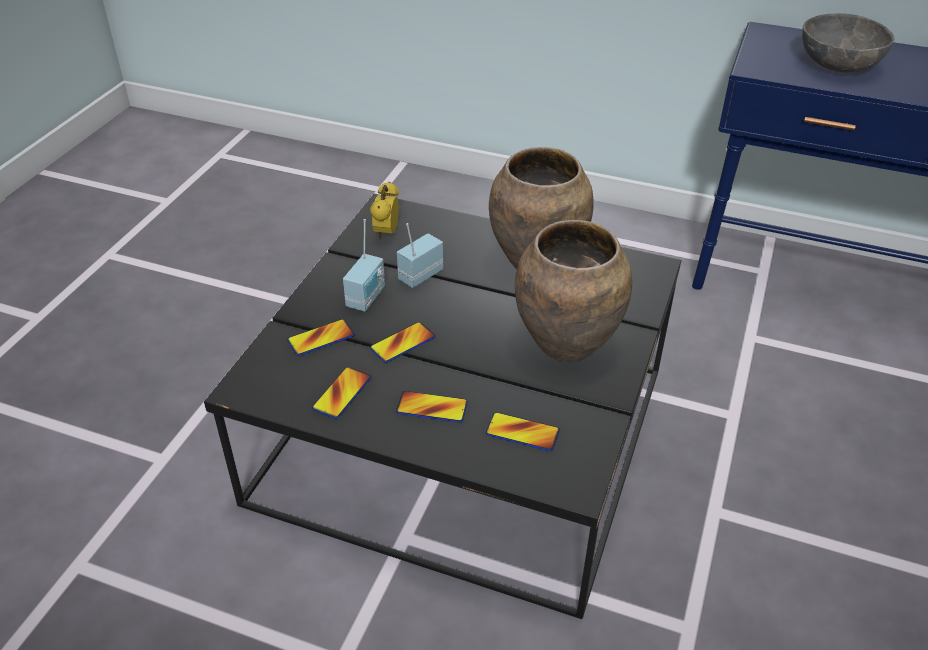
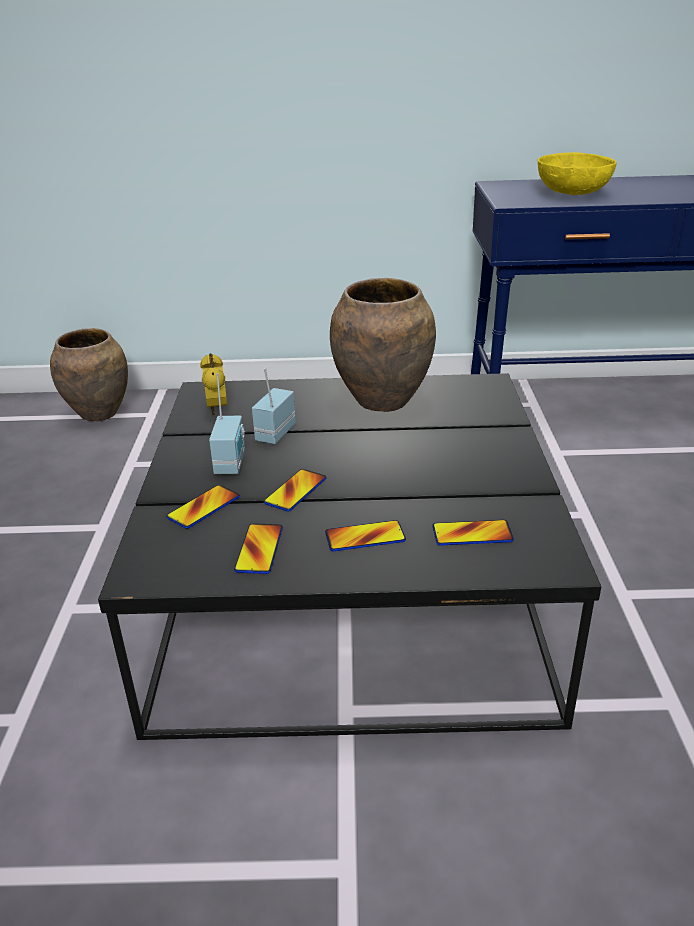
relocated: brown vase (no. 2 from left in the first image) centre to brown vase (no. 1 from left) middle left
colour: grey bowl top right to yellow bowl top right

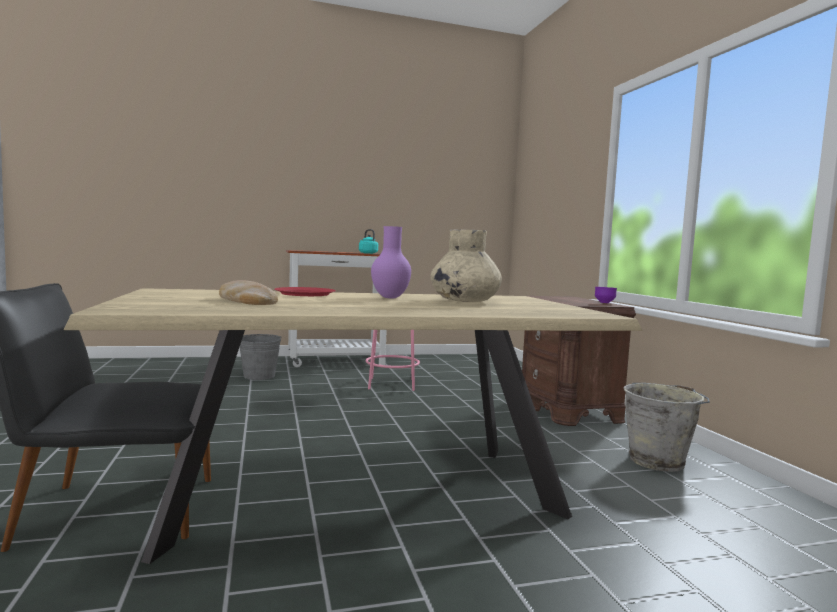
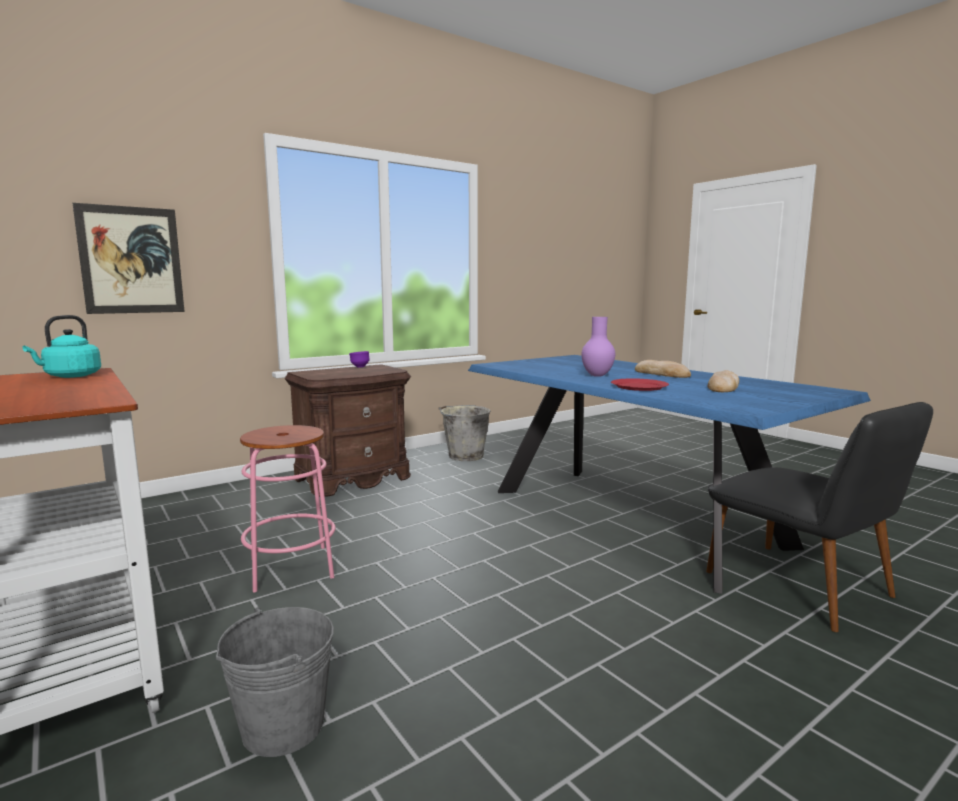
missing: beige vase centre
appeared: picture top left; bread (no. 1 from left) middle right
colour: beige dining table bottom centre to blue dining table middle right

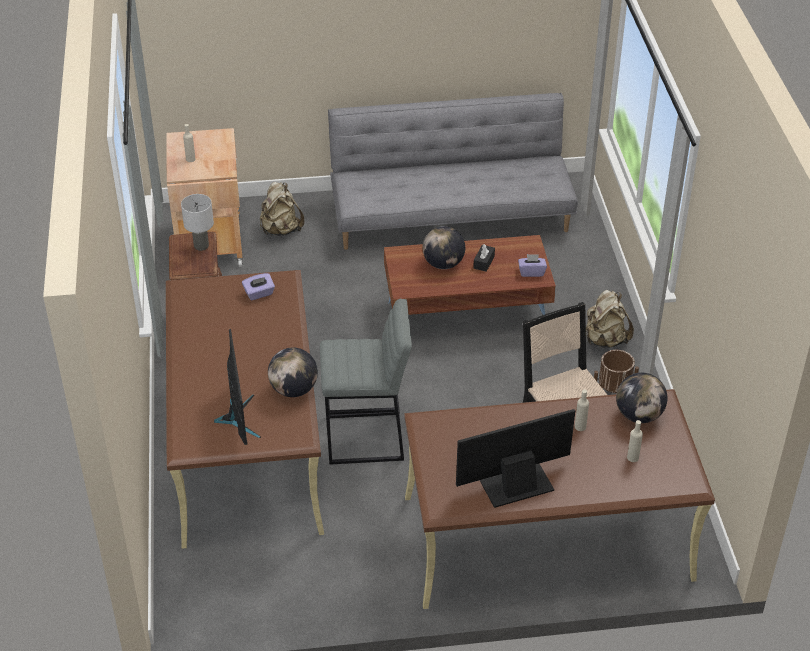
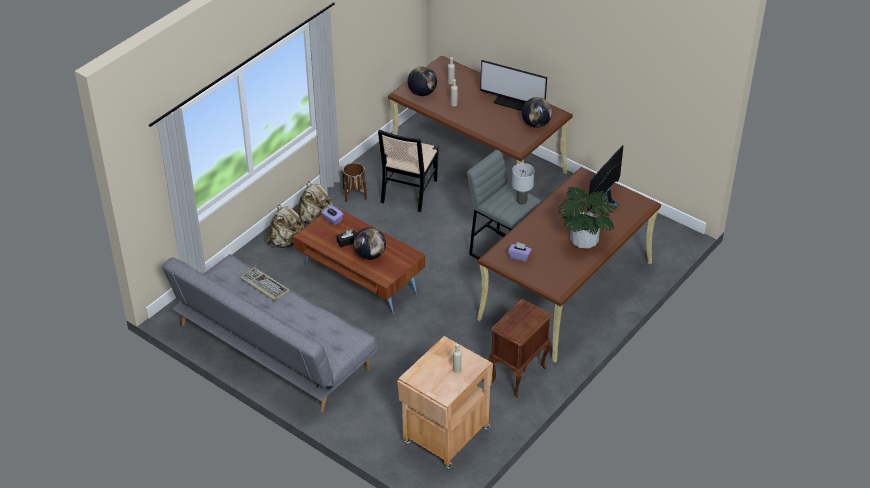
appeared: keyboard middle left; potted plant middle right
relocated: beige backpack (no. 1 from left) top centre to middle left; white table lamp middle left to centre; globe (no. 1 from left in the first image) centre to globe (no. 3 from left) top centre

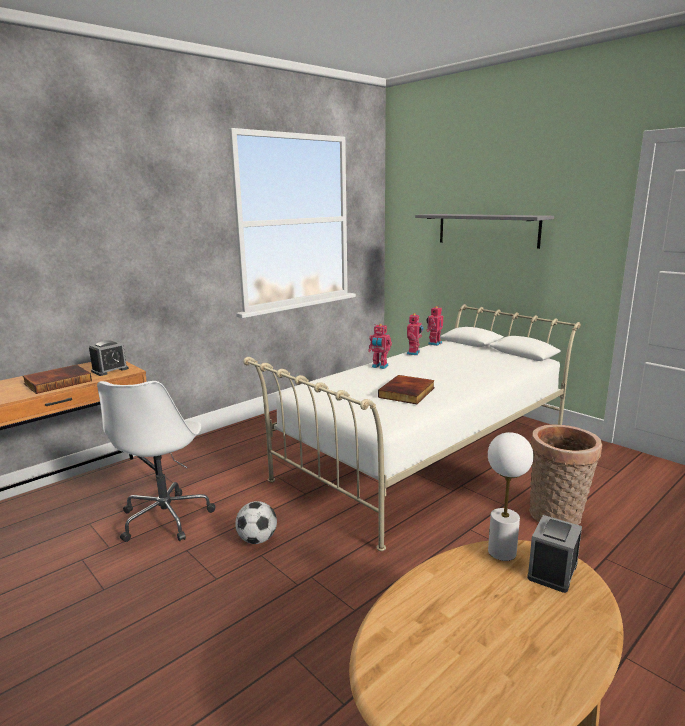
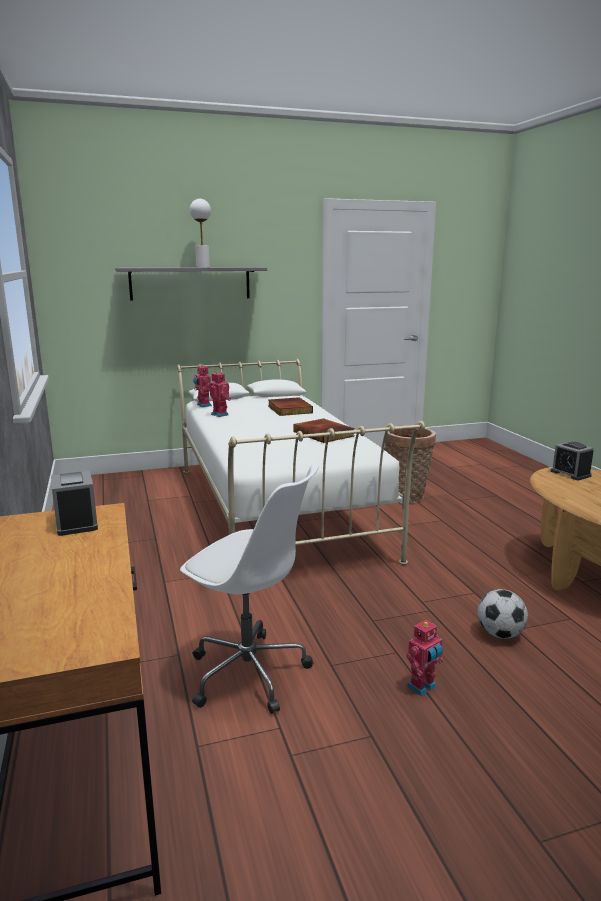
relocated: white table lamp bottom right to top left; book (no. 1 from left) middle left to centre; toy robot (no. 1 from left in the first image) centre to toy robot (no. 3 from left) bottom right; football bottom centre to bottom right

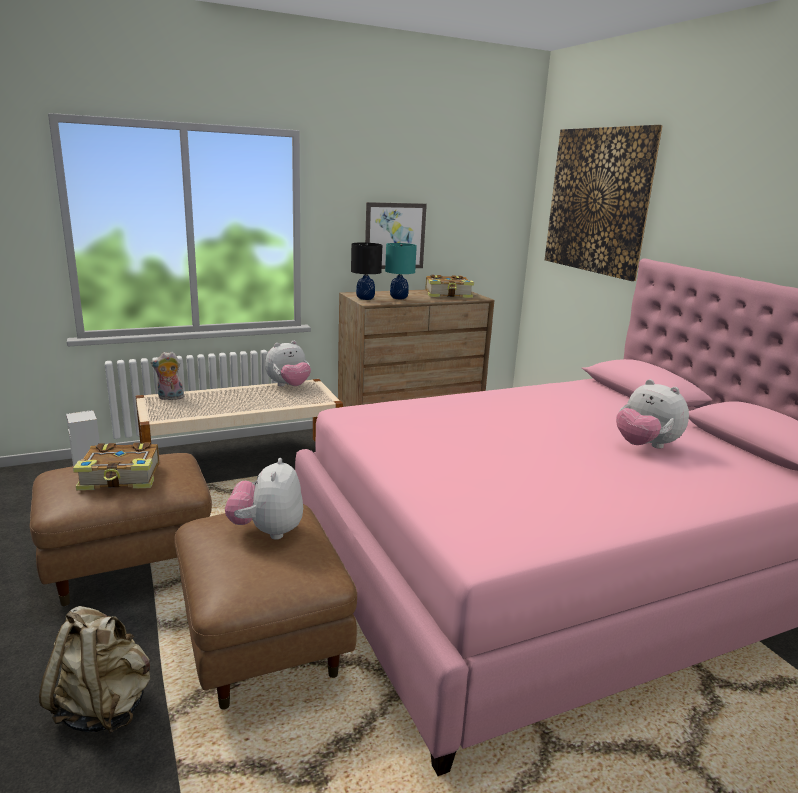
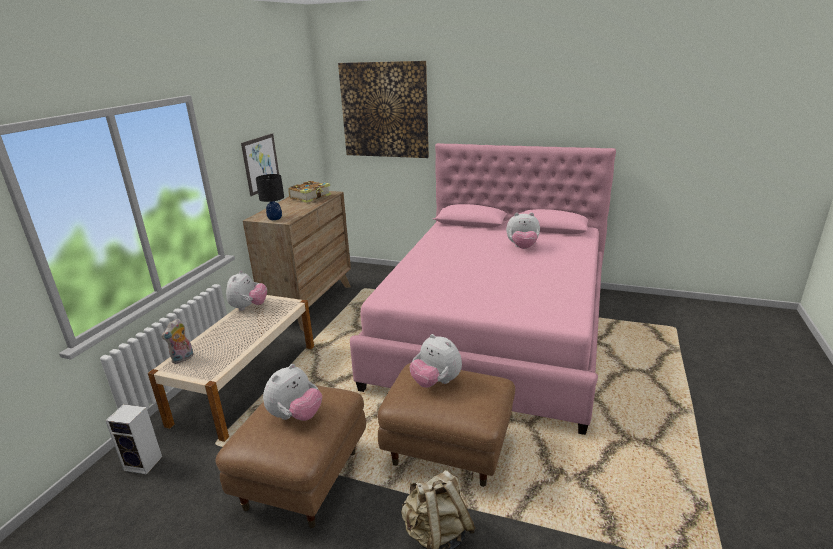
missing: turquoise table lamp centre
exchanged: book (no. 1 from left) middle left to plush toy (no. 3 from left) bottom centre

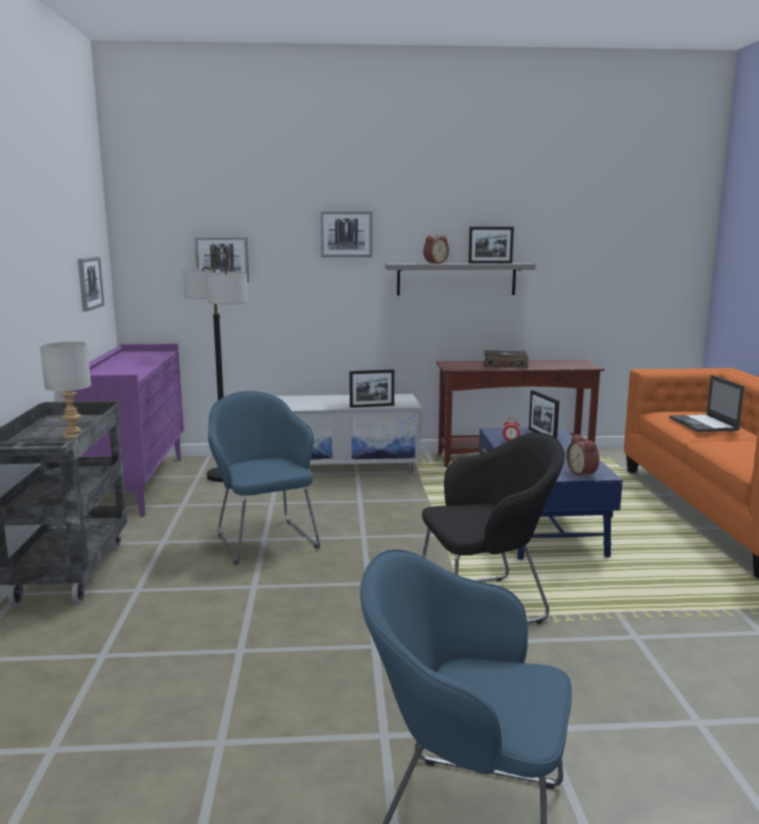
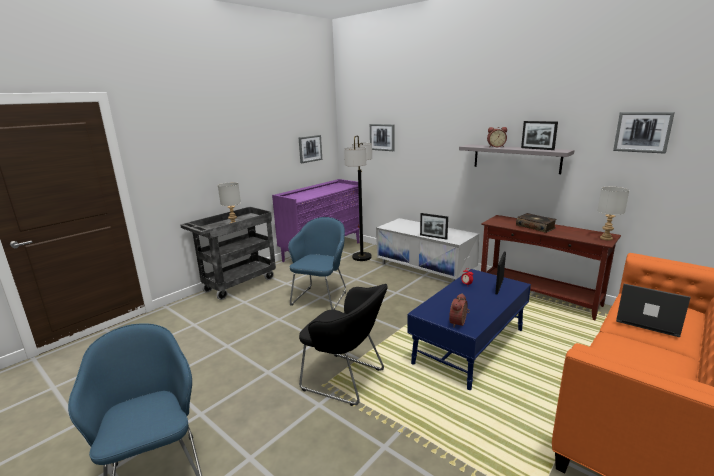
appeared: grey table lamp (no. 2 from left) middle right
relocated: picture (no. 3 from left) top centre to top right
spun: laptop middle right = middle right 90 degrees clockwise

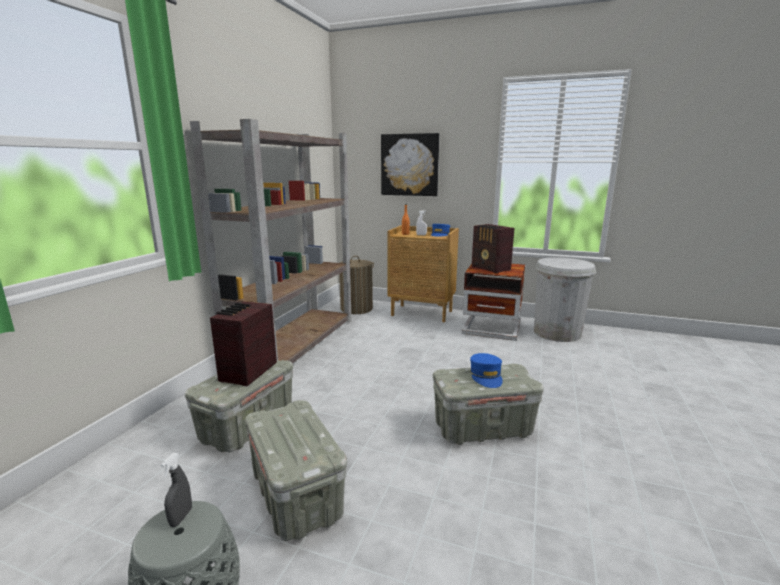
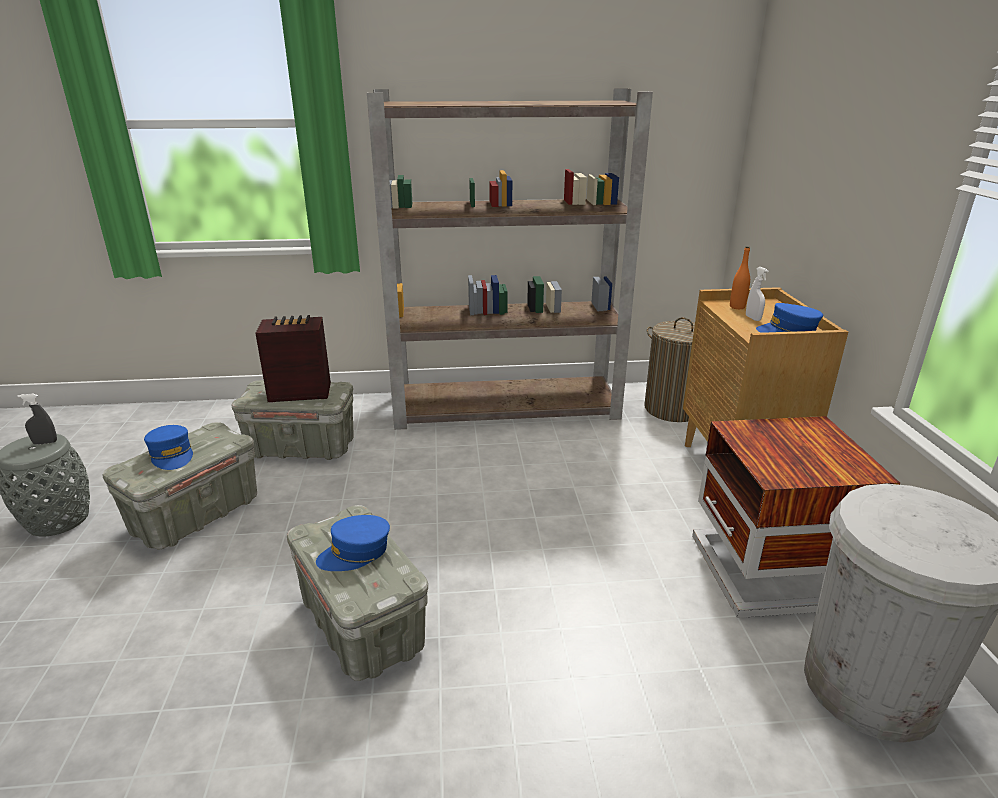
missing: picture top centre; radio (no. 2 from left) centre
appeared: blue cap (no. 1 from left) middle left

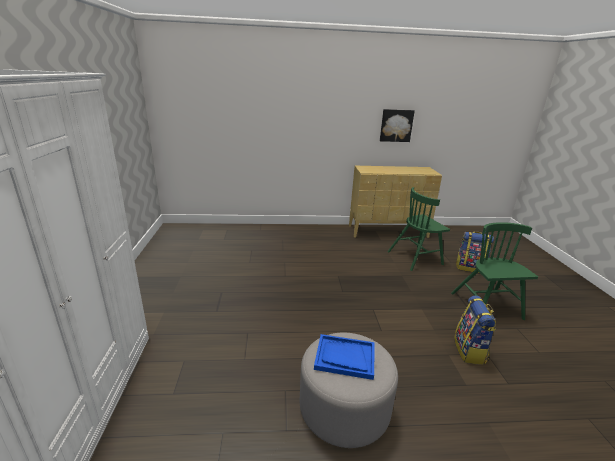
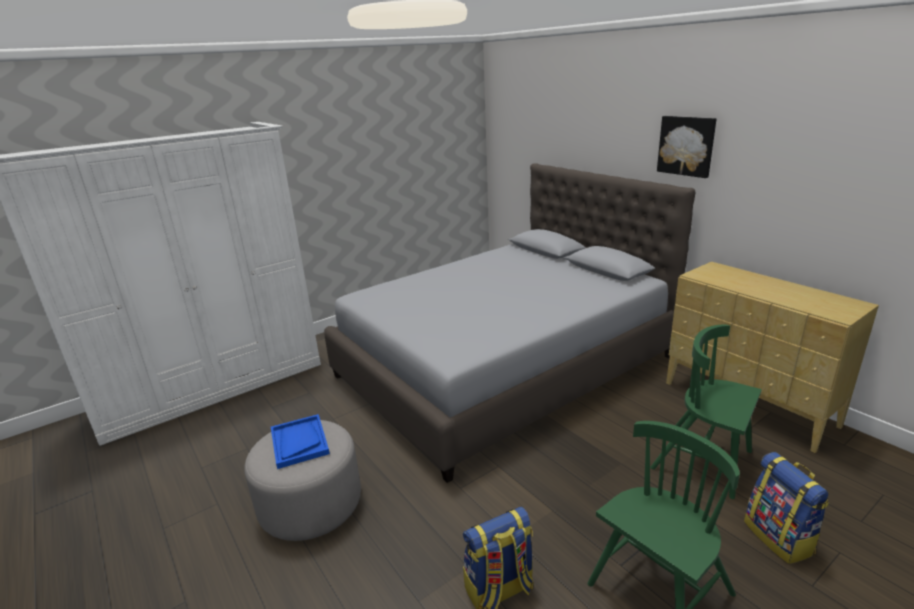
appeared: grey bed centre
relocated: picture top centre to top right

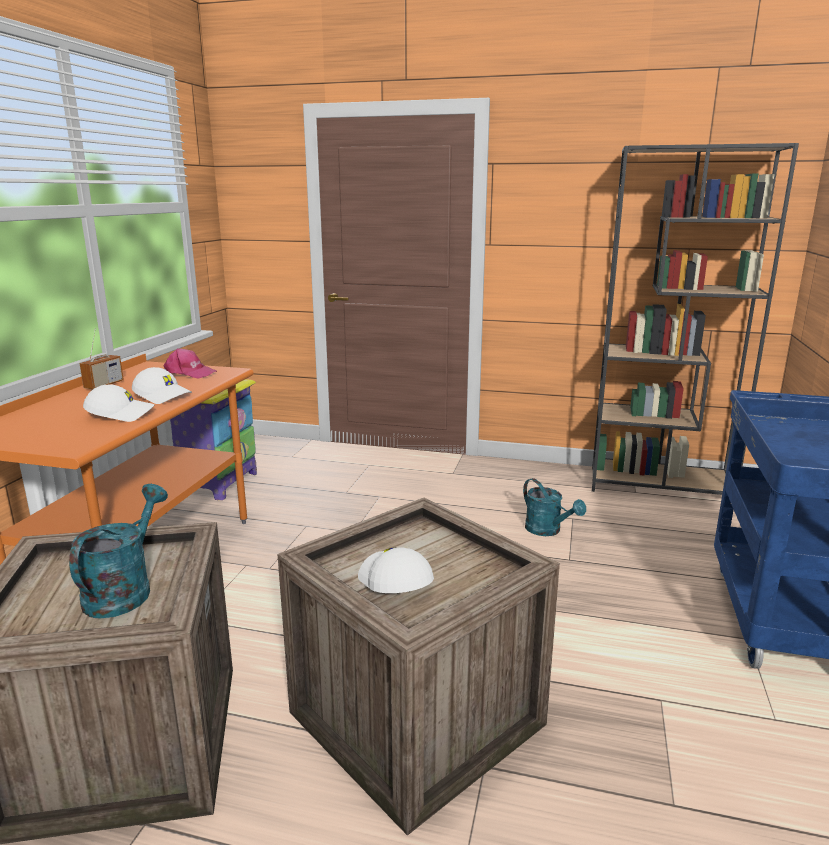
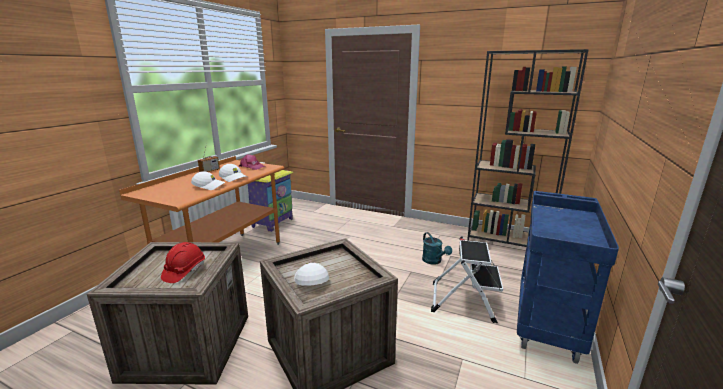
appeared: step ladder bottom centre
exchanged: turquoise watering can (no. 1 from left) middle left to red hard hat bottom left

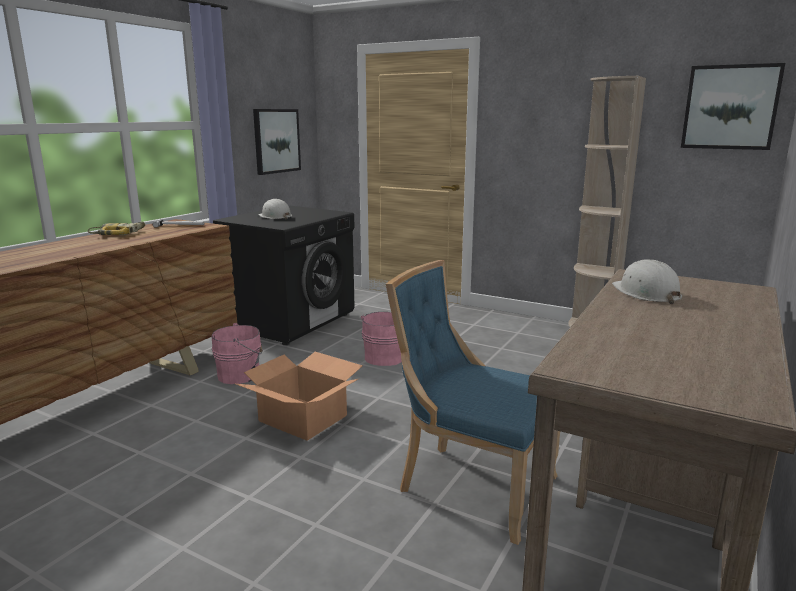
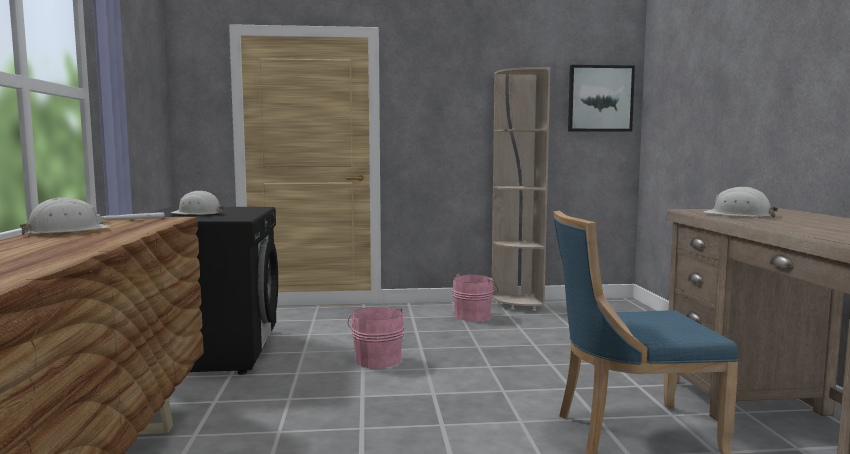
missing: cardboard box bottom centre; picture (no. 1 from left) top centre
relocated: pink bucket (no. 1 from left in the first image) middle left to pink bucket (no. 2 from left) centre
exchanged: power drill middle left to white hard hat (no. 1 from left) middle left

